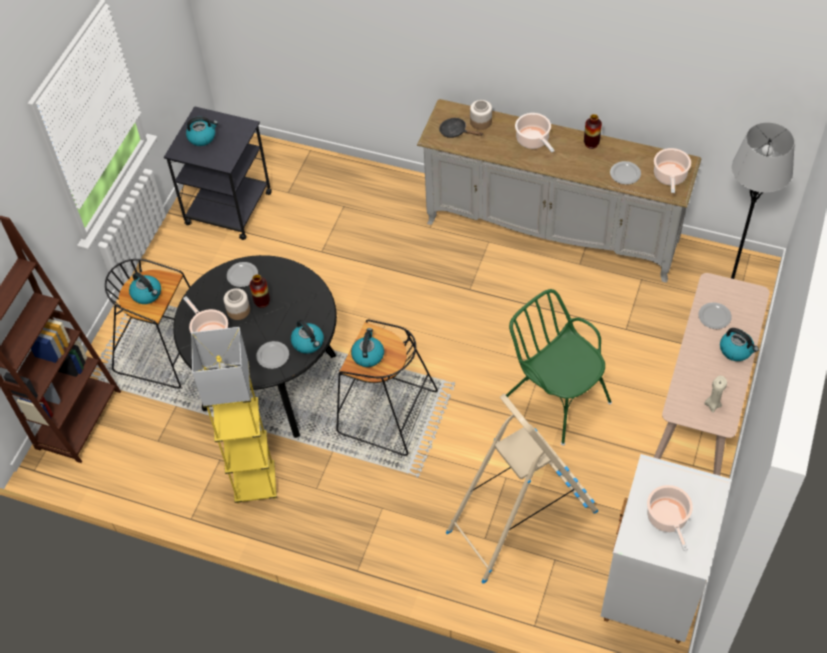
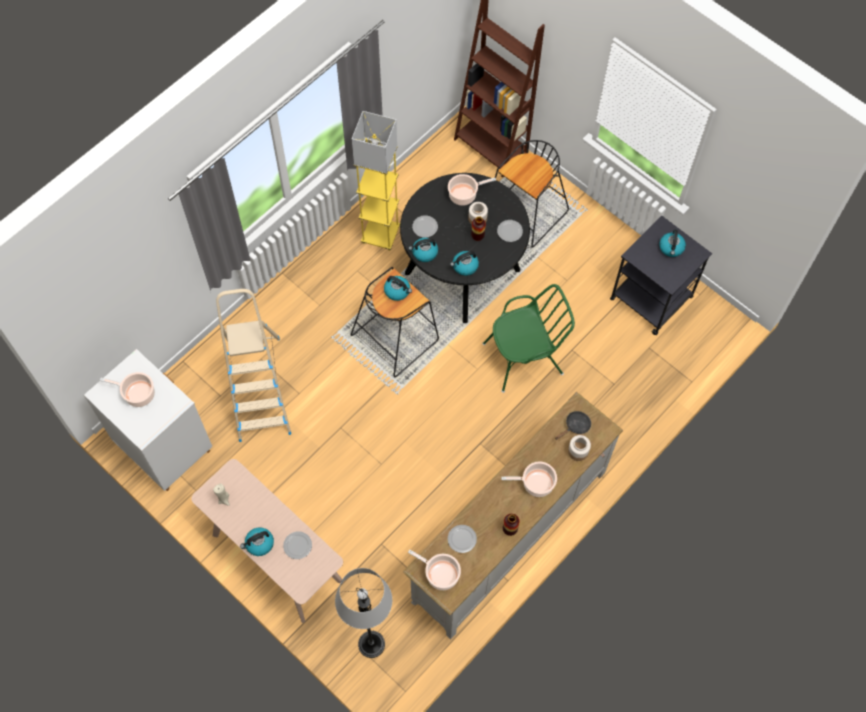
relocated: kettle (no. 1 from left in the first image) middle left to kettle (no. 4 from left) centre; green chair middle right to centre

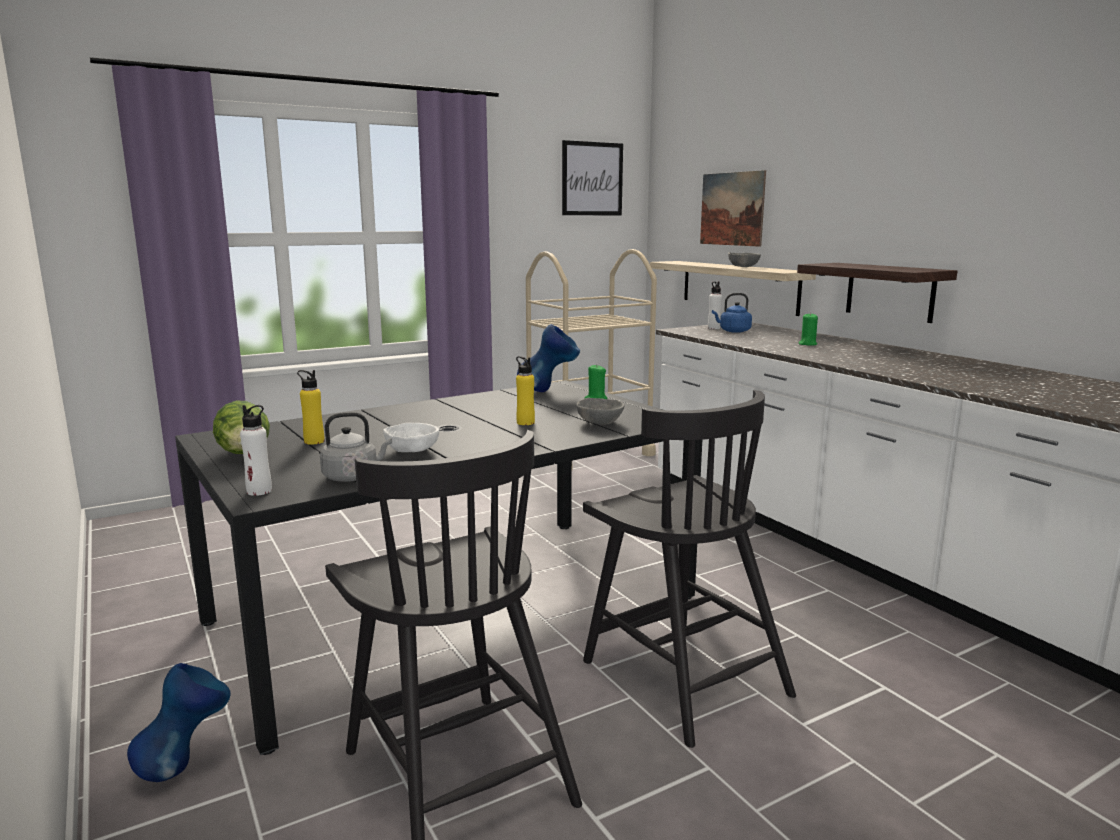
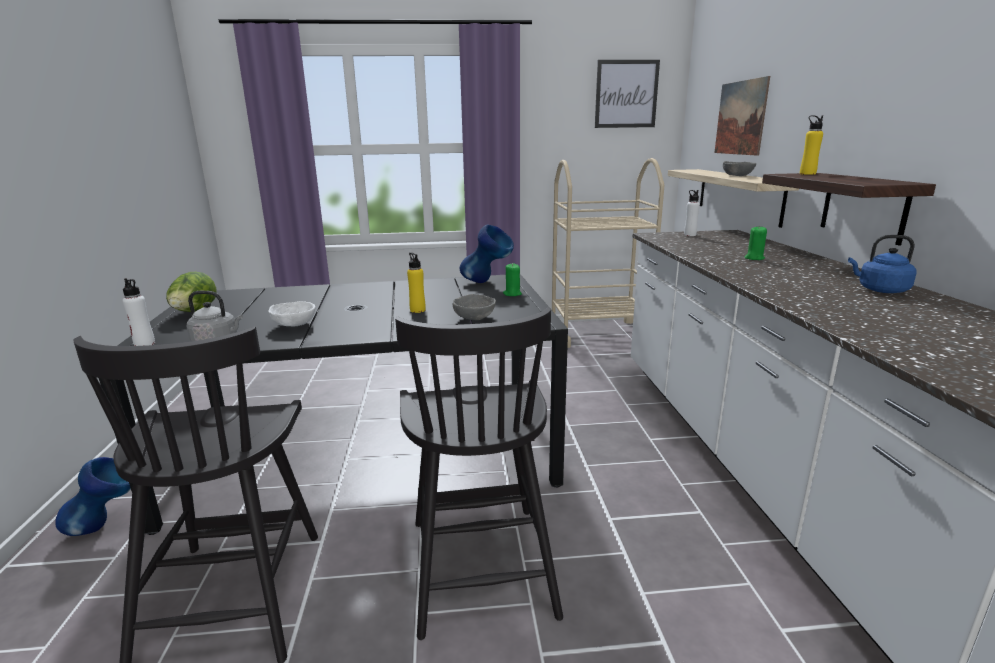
relocated: yellow bottle (no. 1 from left in the first image) middle left to yellow bottle (no. 2 from left) top right; blue kettle centre to middle right

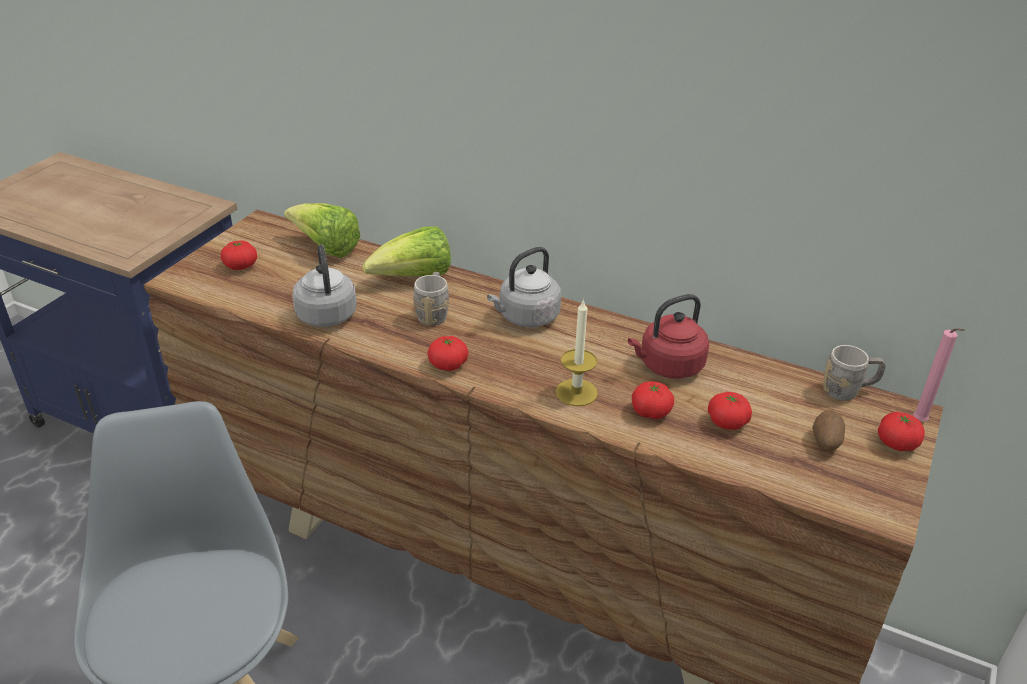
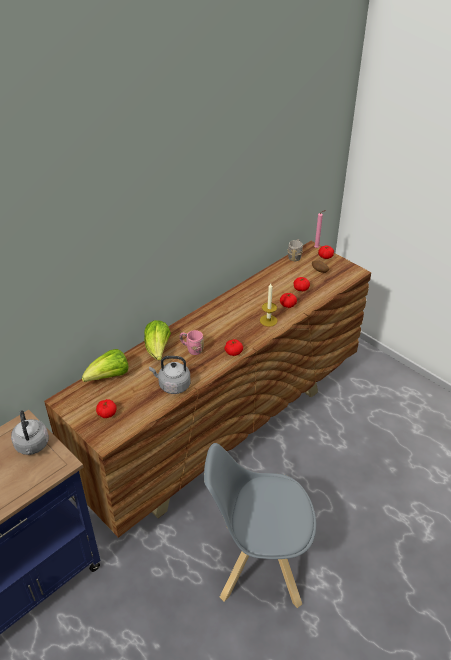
missing: red kettle centre
relocated: grey kettle (no. 2 from left in the first image) centre to grey kettle (no. 1 from left) middle left
colour: grey mug (no. 1 from left) centre to pink mug centre

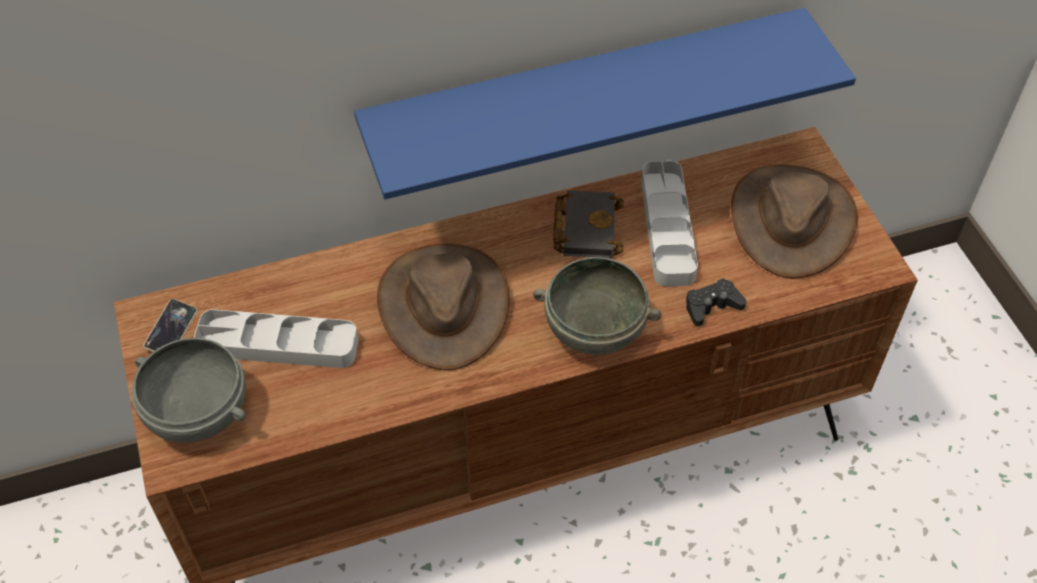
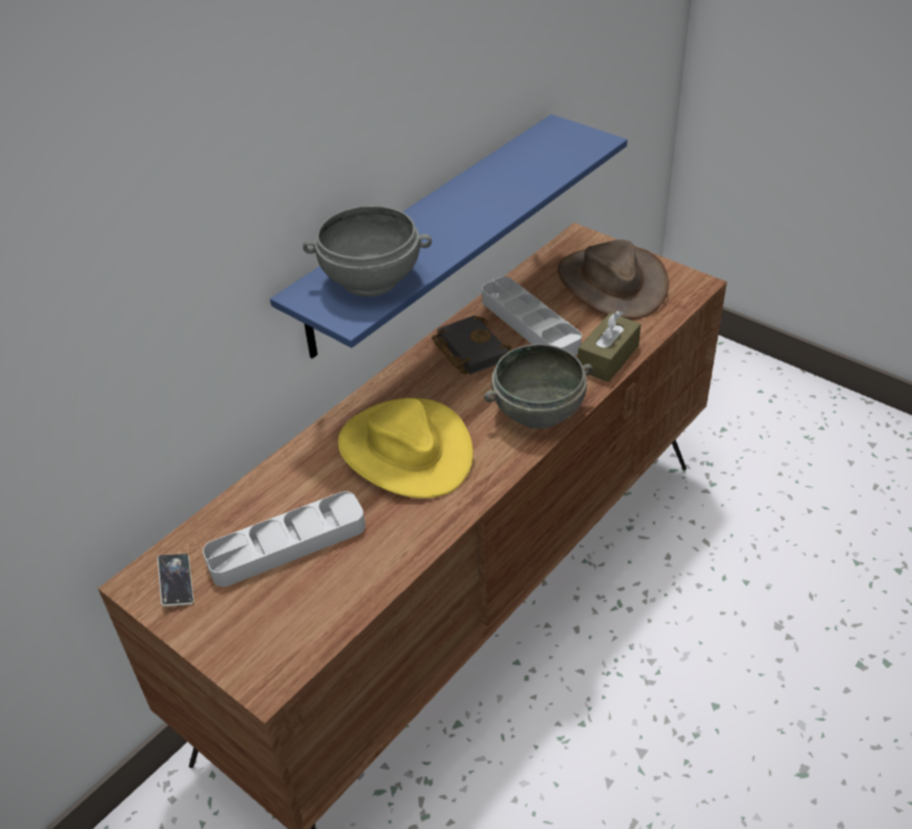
relocated: grey bowl (no. 1 from left) bottom left to top centre
exchanged: black game controller middle right to brown tissue box middle right
colour: brown hat (no. 1 from left) centre to yellow hat centre

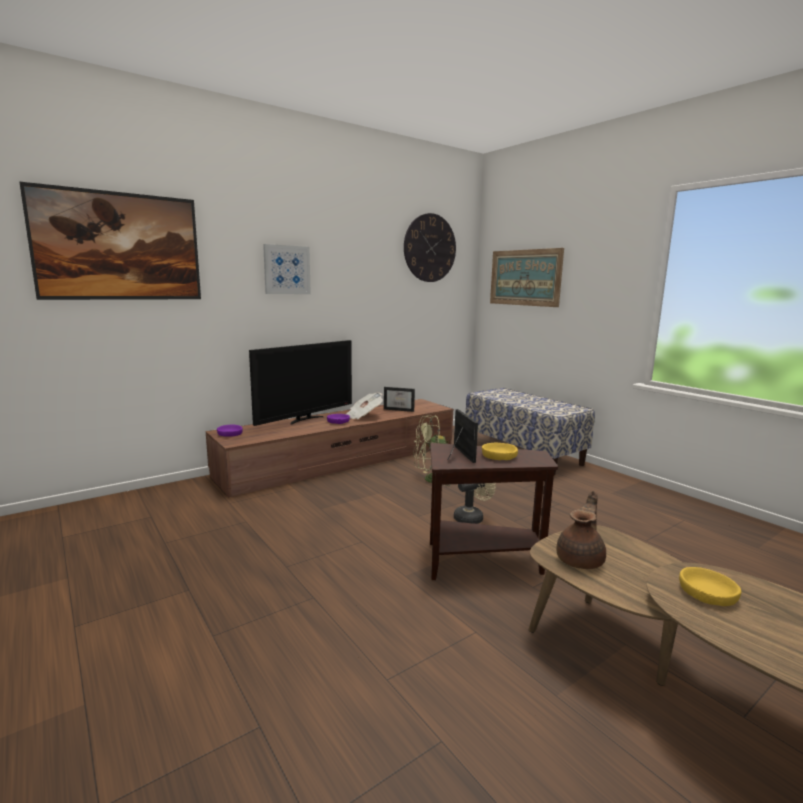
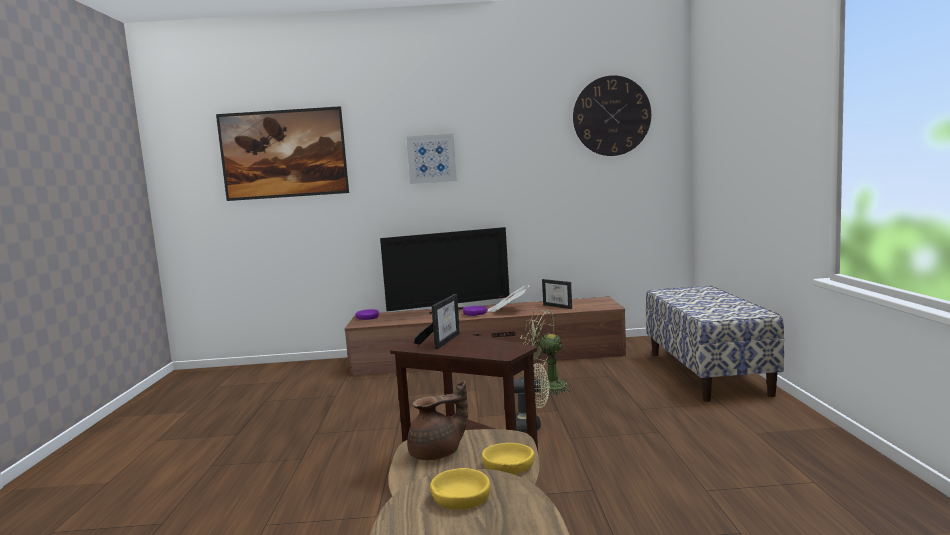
missing: picture (no. 3 from left) centre
relocated: yellow bowl (no. 1 from left in the first image) centre to yellow bowl (no. 2 from left) bottom centre

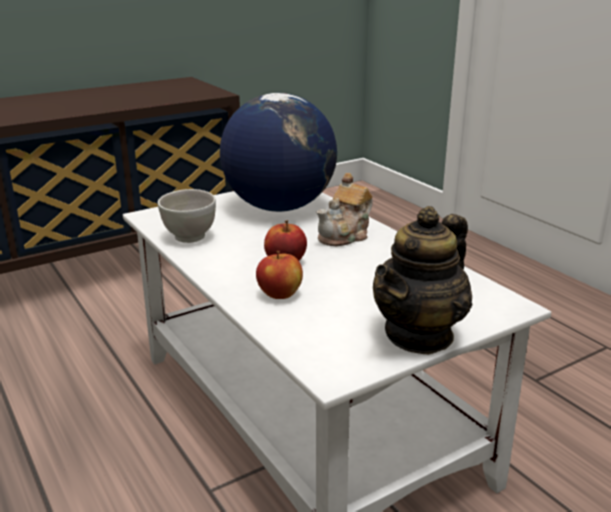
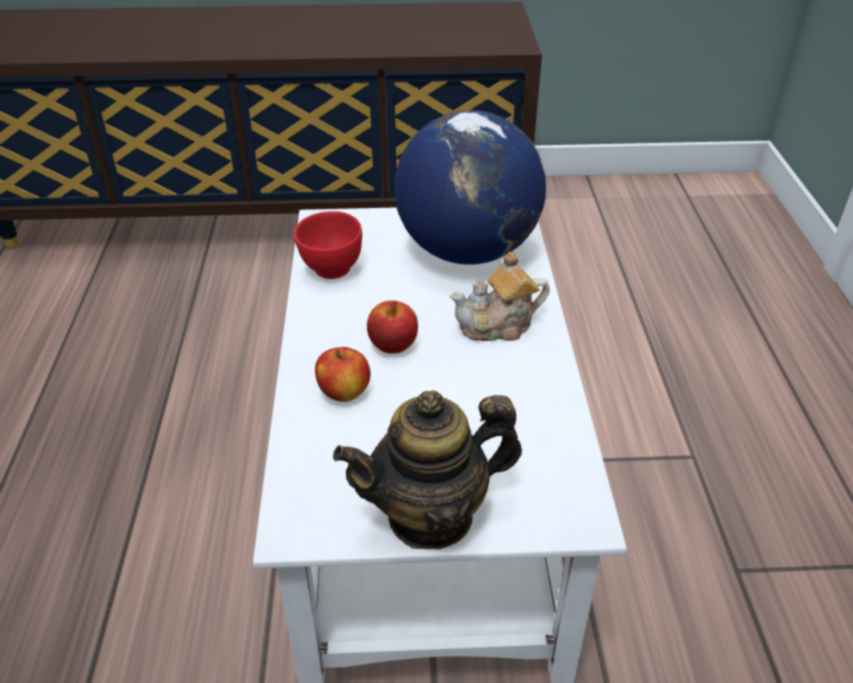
colour: white bowl middle left to red bowl centre

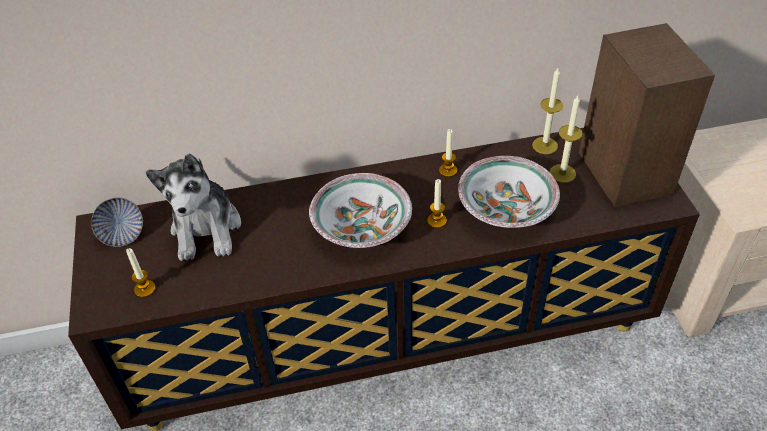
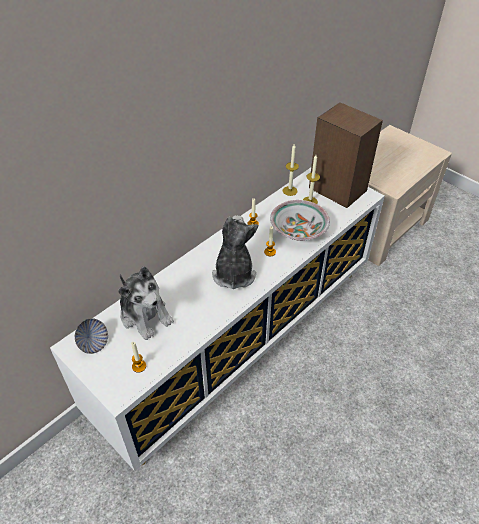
exchanged: bowl (no. 2 from left) centre to plush toy (no. 2 from left) centre
colour: brown tv stand centre to white tv stand centre

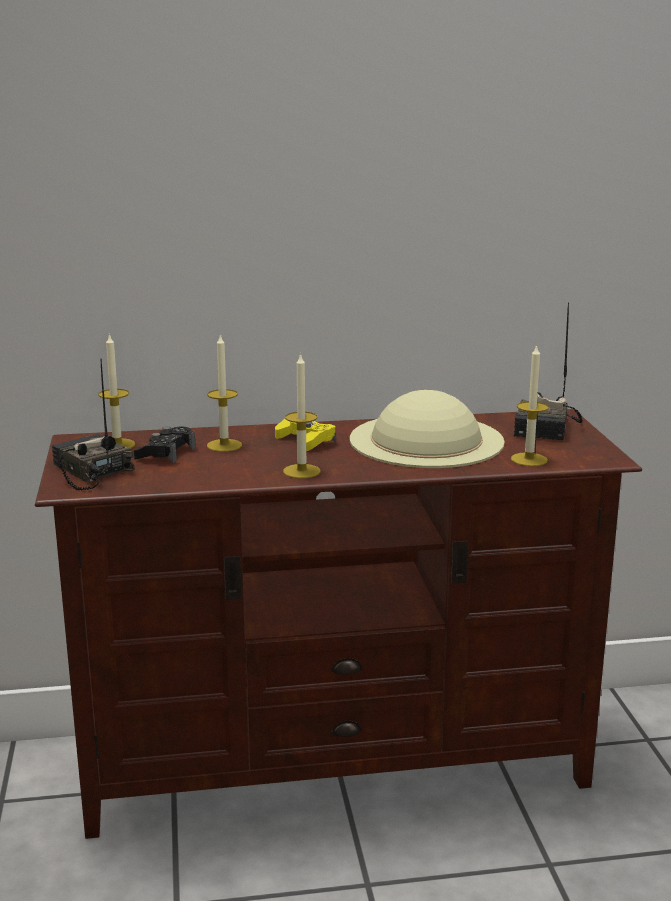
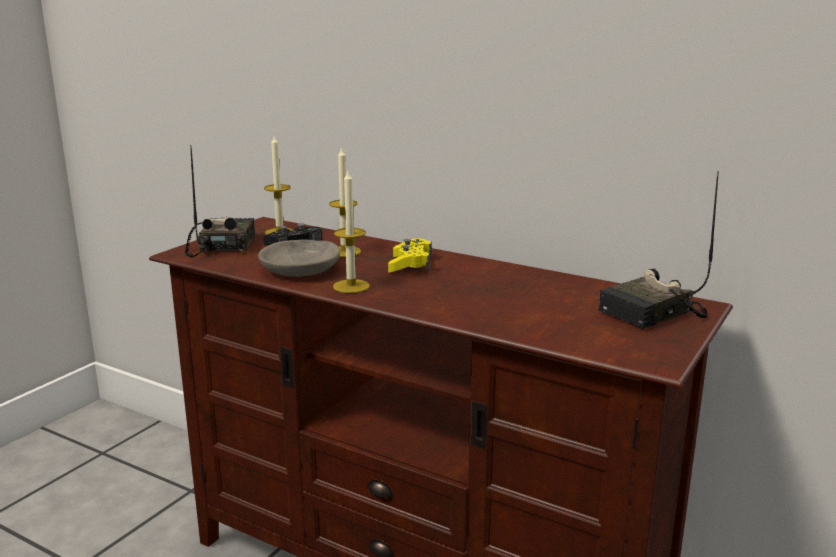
missing: beige hat centre; candle (no. 4 from left) middle right
appeared: grey bowl centre

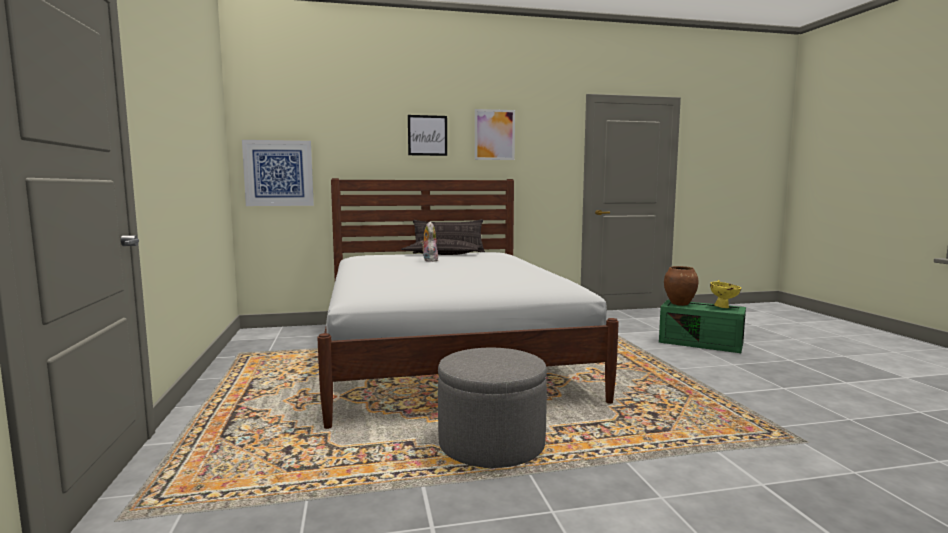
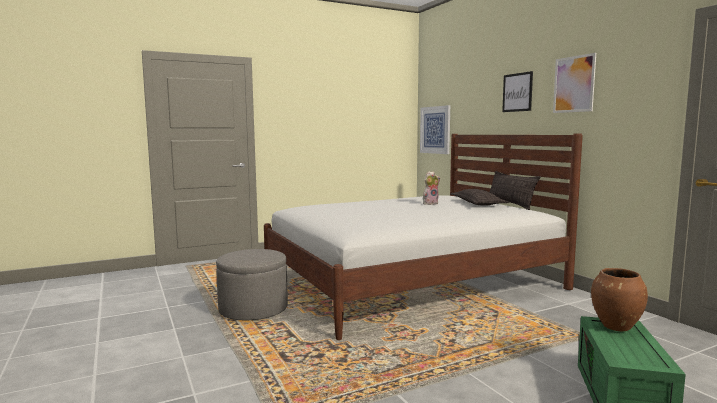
missing: yellow bowl middle right

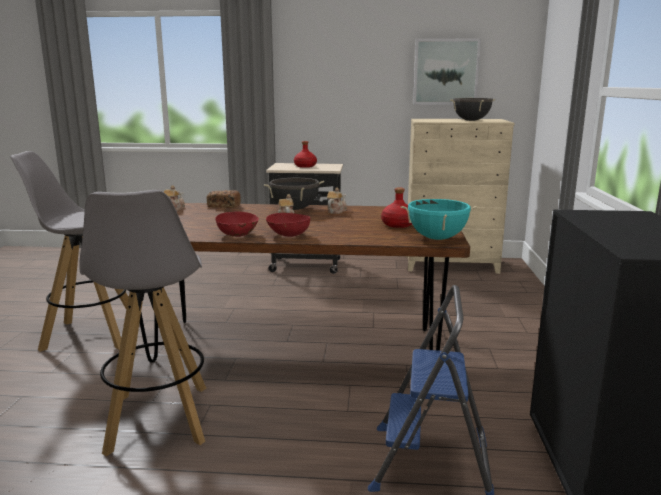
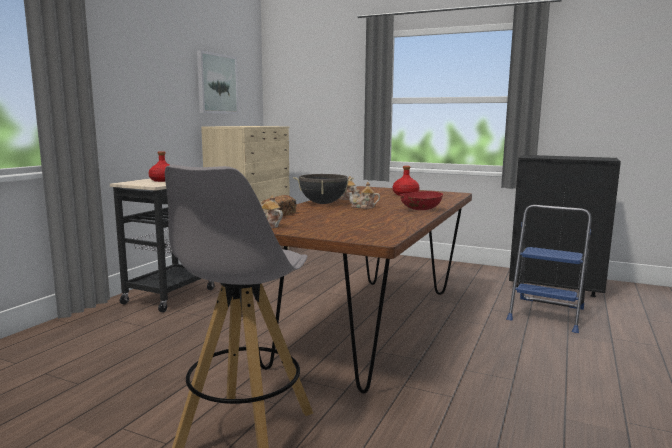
missing: grey stool (no. 2 from left) middle left; red bowl (no. 1 from left) centre; turquoise cooking pot centre; black cooking pot (no. 2 from left) top right

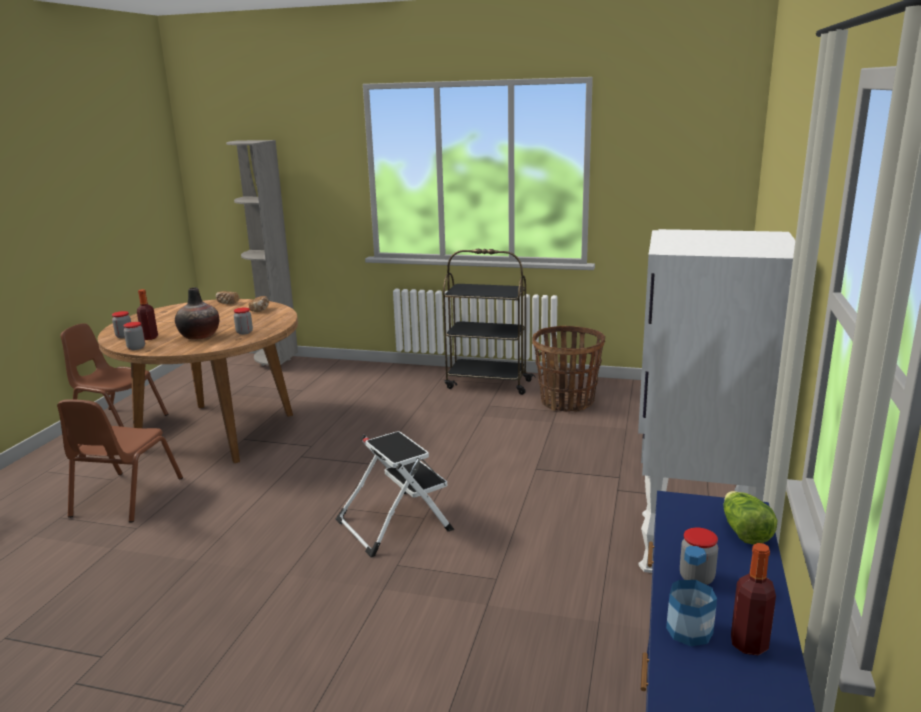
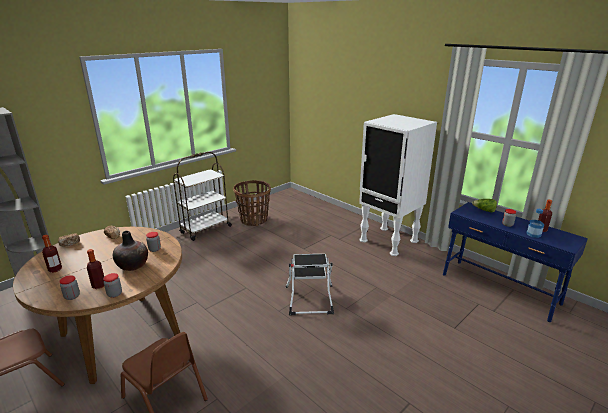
appeared: bottle (no. 1 from left) middle left
colour: black cart centre to white cart middle left

